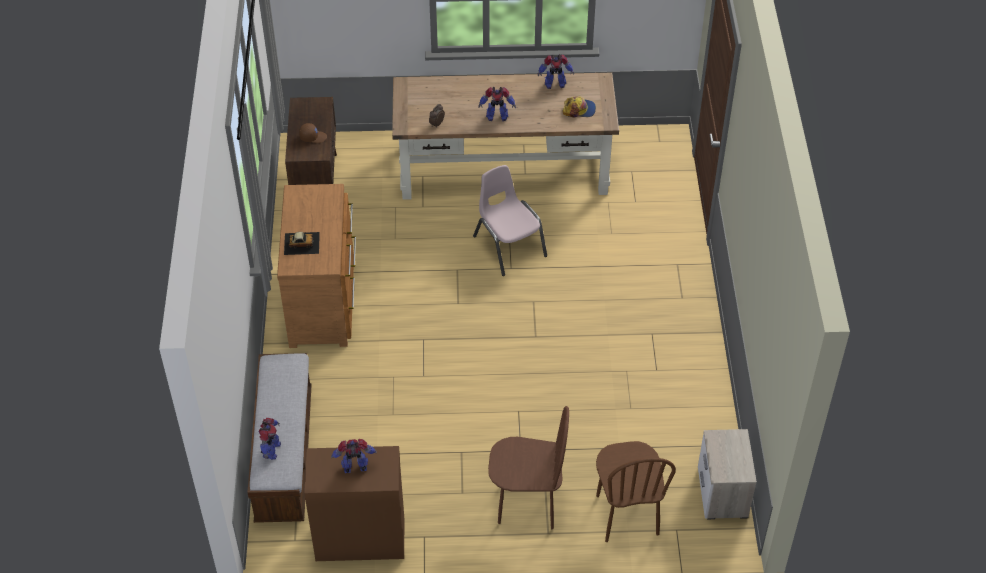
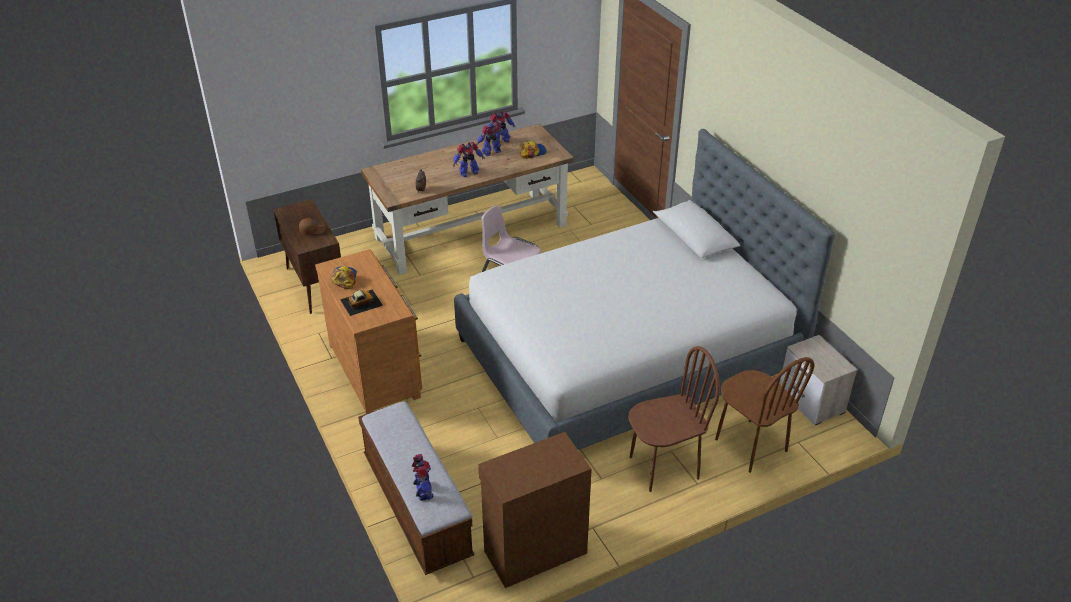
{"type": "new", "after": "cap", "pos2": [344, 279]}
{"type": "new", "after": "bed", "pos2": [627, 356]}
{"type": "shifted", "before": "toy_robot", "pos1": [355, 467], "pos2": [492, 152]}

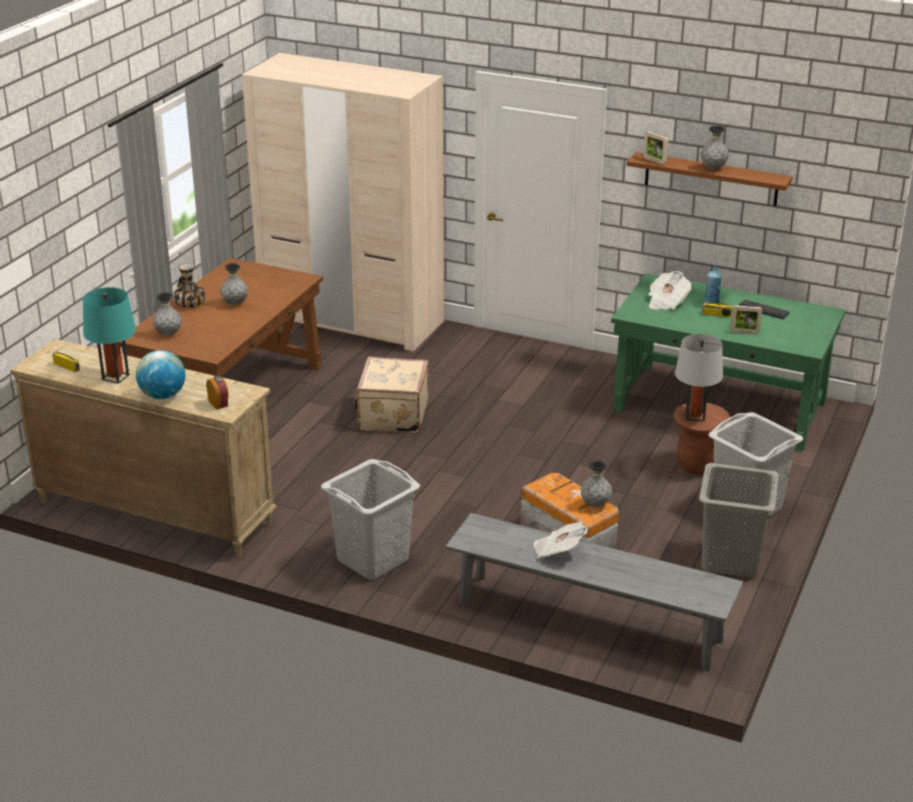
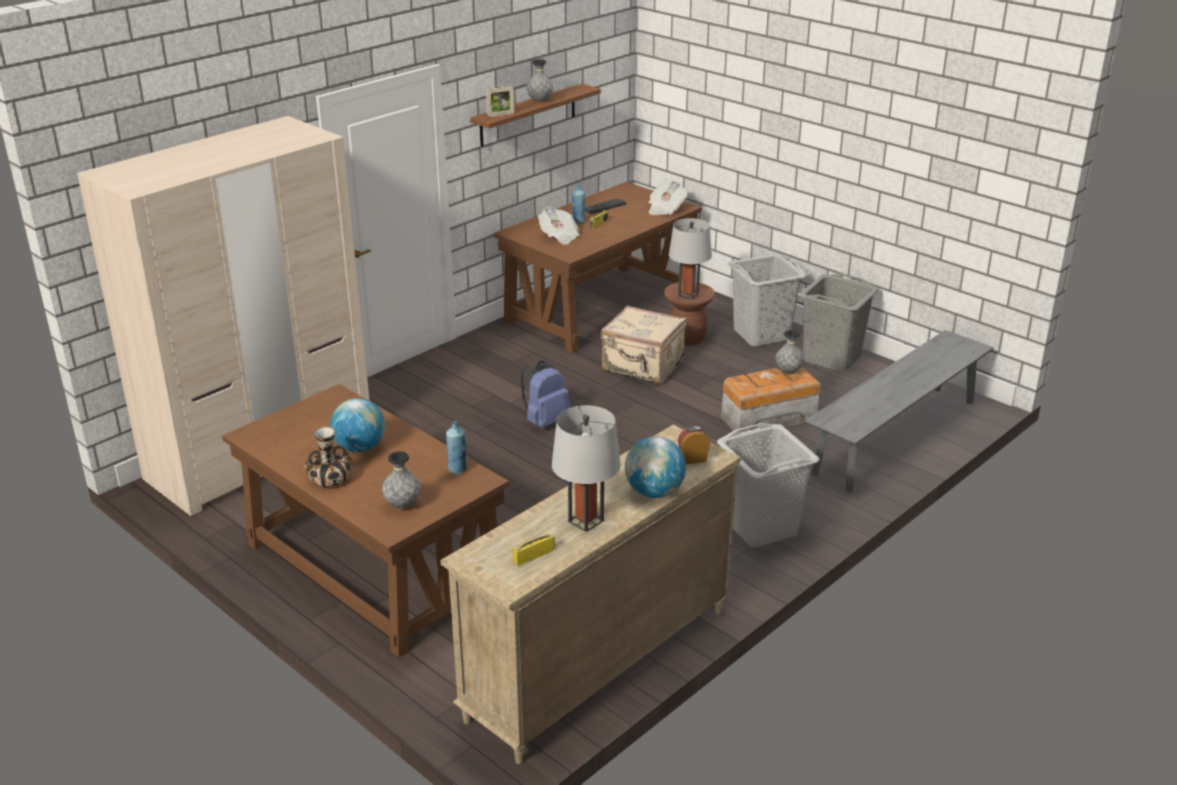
{"type": "gone", "before": "picture_frame", "pos1": [745, 332]}
{"type": "new", "after": "blue_bottle", "pos2": [457, 469]}
{"type": "new", "after": "blue_backpack", "pos2": [545, 421]}
{"type": "shifted", "before": "beige_suitcase", "pos1": [392, 416], "pos2": [643, 366]}
{"type": "shifted", "before": "newspaper", "pos1": [558, 551], "pos2": [665, 209]}
{"type": "swapped", "before": "grey_vase", "after": "globe", "pos1": [235, 303], "pos2": [360, 448]}
{"type": "repainted", "before": "turquoise_table_lamp", "after": "grey_table_lamp", "pos1": [115, 377], "pos2": [586, 521]}
{"type": "repainted", "before": "green_desk", "after": "brown_desk", "pos1": [719, 405], "pos2": [599, 307]}

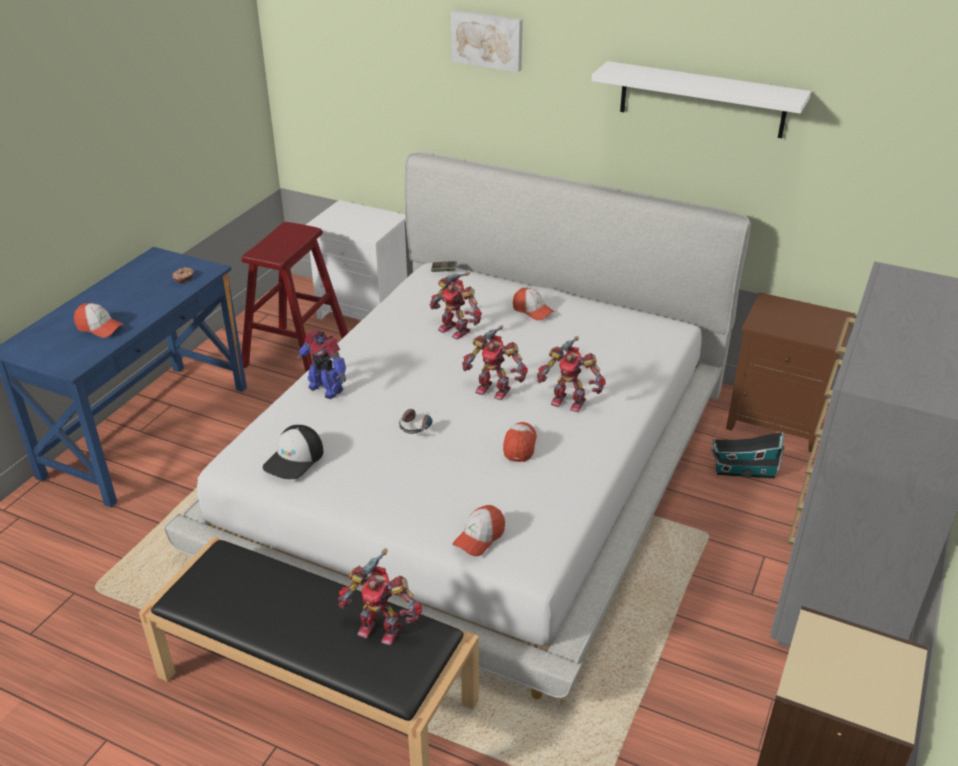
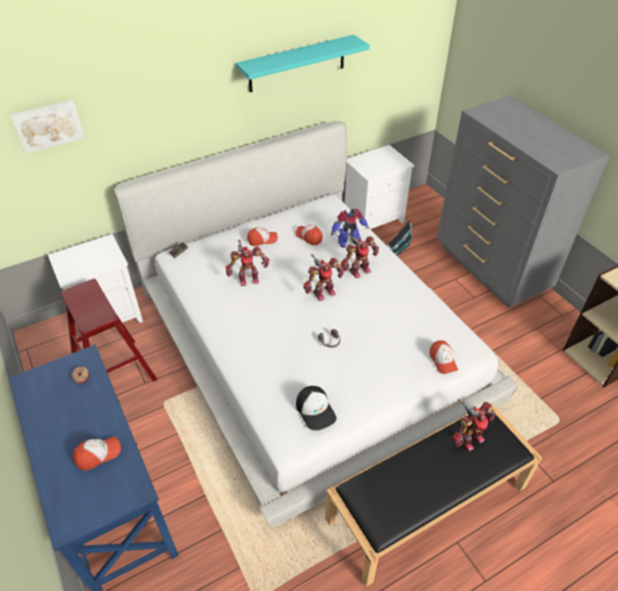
{"type": "shifted", "before": "toy_robot", "pos1": [326, 388], "pos2": [348, 242]}
{"type": "shifted", "before": "picture", "pos1": [487, 40], "pos2": [48, 125]}
{"type": "shifted", "before": "cap", "pos1": [519, 445], "pos2": [309, 237]}
{"type": "repainted", "before": "white_shelf", "after": "turquoise_shelf", "pos1": [702, 100], "pos2": [297, 64]}
{"type": "repainted", "before": "brown_nightstand", "after": "white_nightstand", "pos1": [778, 421], "pos2": [373, 218]}

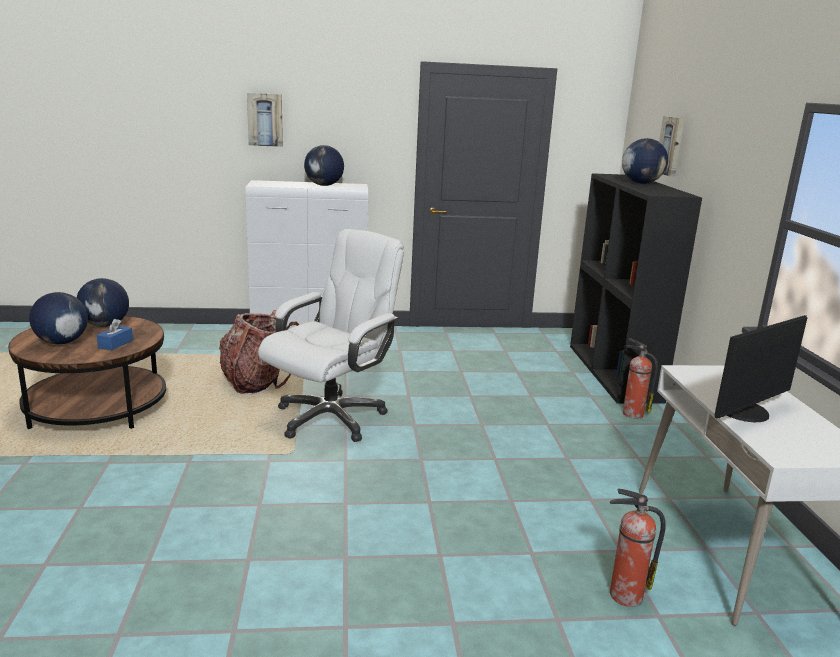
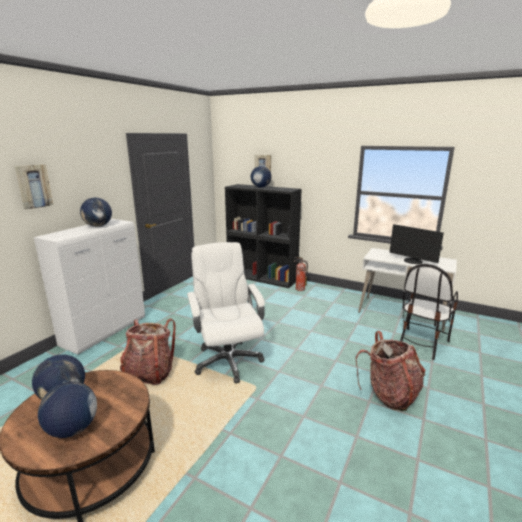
{"type": "gone", "before": "blue_tissue_box", "pos1": [115, 344]}
{"type": "new", "after": "backpack", "pos2": [390, 395]}
{"type": "swapped", "before": "fire_extinguisher", "after": "chair", "pos1": [624, 595], "pos2": [421, 343]}
{"type": "rotated", "before": "monitor", "pos1": [746, 412], "pos2": [412, 261], "turn": 135}

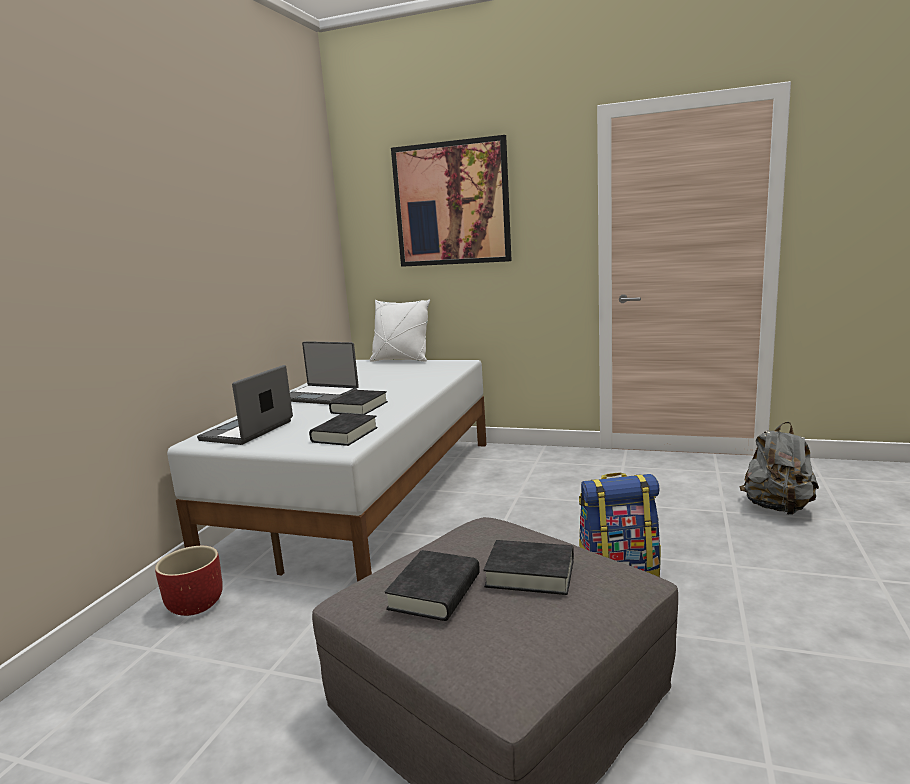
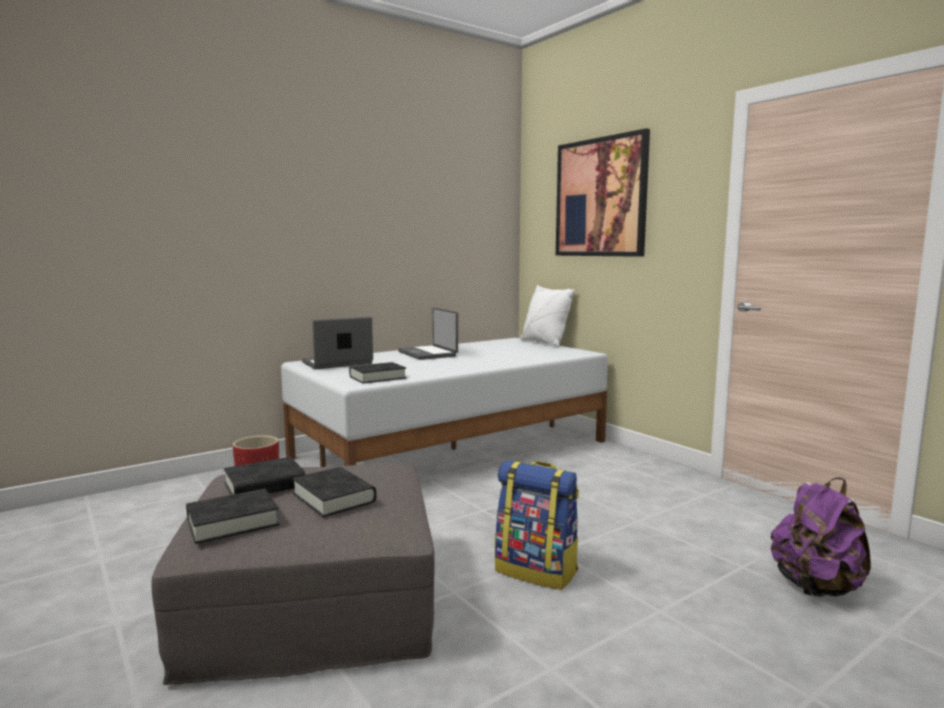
{"type": "shifted", "before": "black_book", "pos1": [359, 407], "pos2": [232, 522]}
{"type": "repainted", "before": "grey_backpack", "after": "purple_backpack", "pos1": [778, 508], "pos2": [816, 587]}

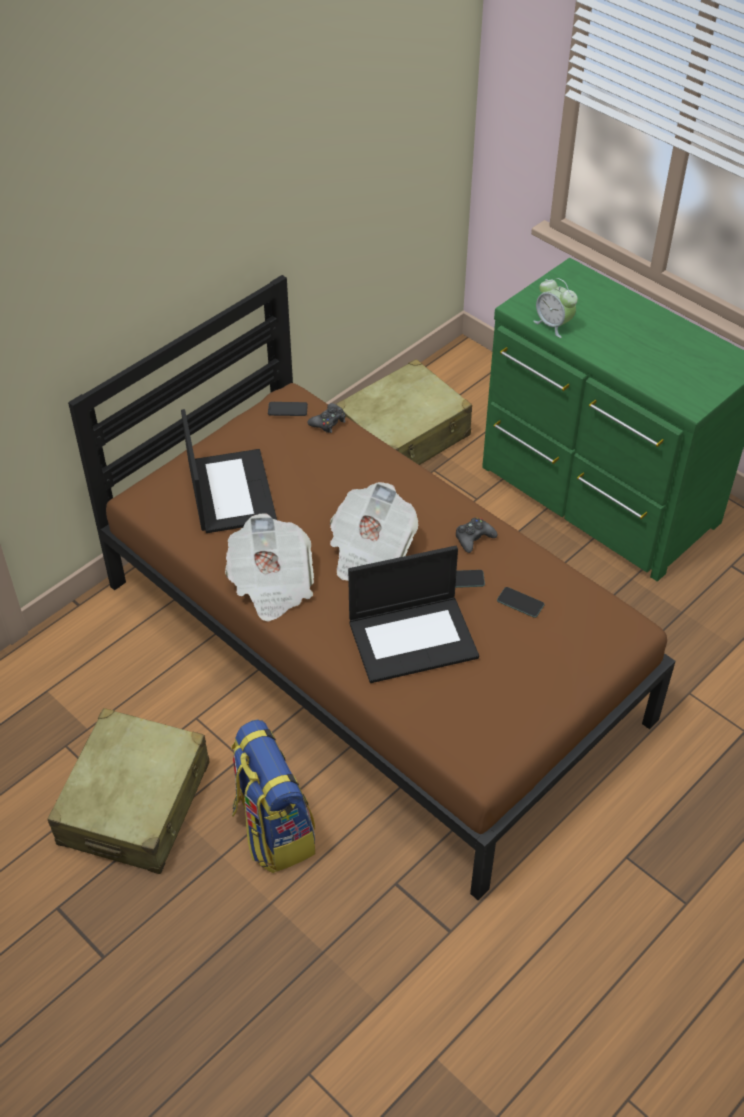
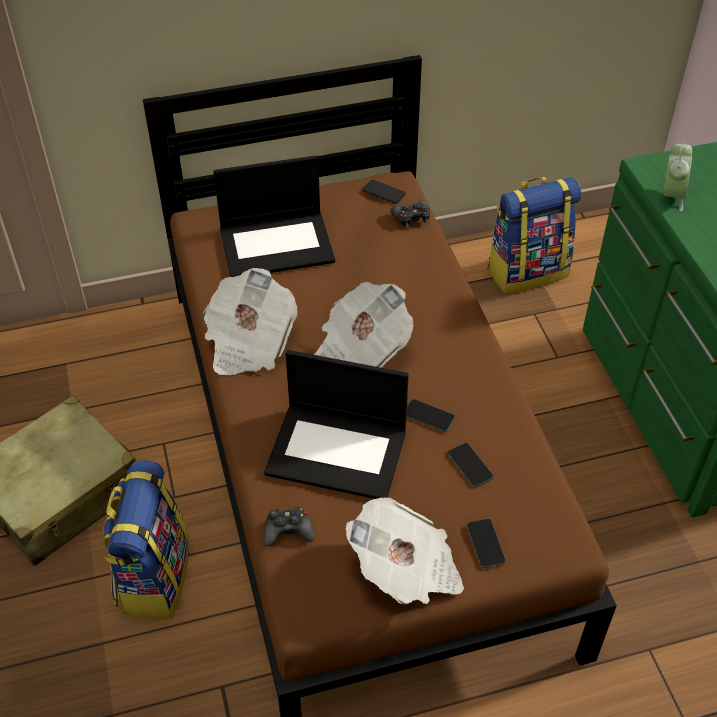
{"type": "new", "after": "newspaper", "pos2": [406, 570]}
{"type": "new", "after": "phone", "pos2": [486, 543]}
{"type": "shifted", "before": "black_game_controller", "pos1": [473, 538], "pos2": [288, 530]}
{"type": "swapped", "before": "beige_suitcase", "after": "backpack", "pos1": [403, 436], "pos2": [527, 271]}
{"type": "rotated", "before": "laptop", "pos1": [230, 491], "pos2": [277, 244], "turn": 60}
{"type": "rotated", "before": "alarm_clock", "pos1": [553, 325], "pos2": [671, 196], "turn": -150}

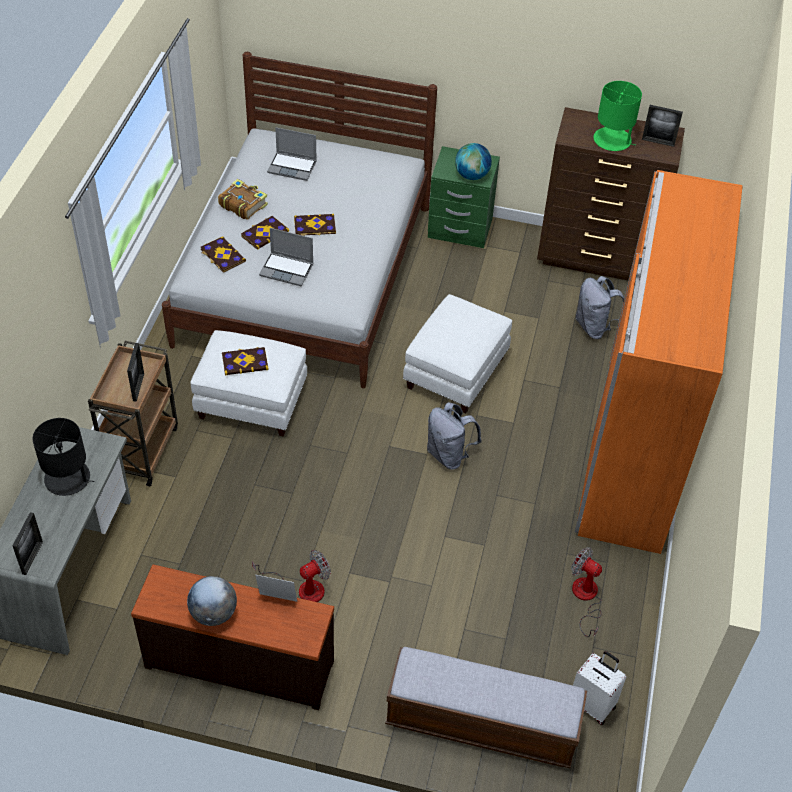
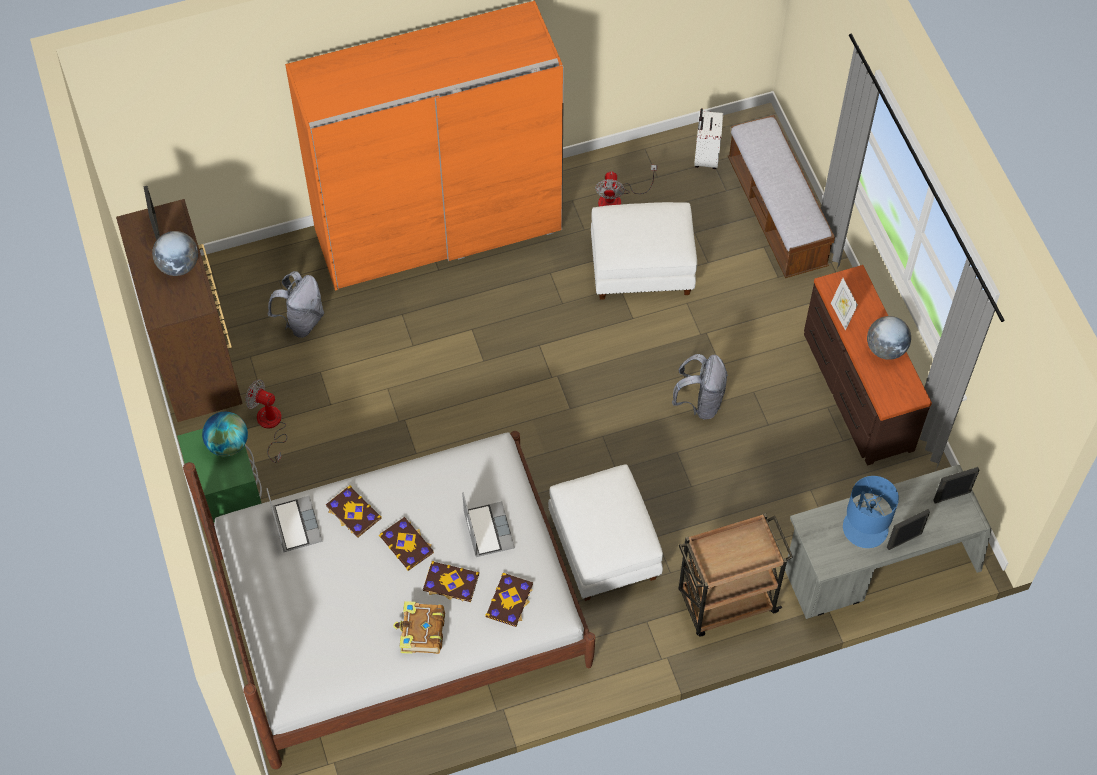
{"type": "shifted", "before": "picture_frame", "pos1": [138, 387], "pos2": [904, 540]}
{"type": "shifted", "before": "book", "pos1": [245, 362], "pos2": [353, 513]}
{"type": "shifted", "before": "fan", "pos1": [302, 589], "pos2": [270, 426]}
{"type": "shifted", "before": "laptop", "pos1": [293, 167], "pos2": [295, 524]}
{"type": "shifted", "before": "white_ottoman", "pos1": [456, 373], "pos2": [642, 267]}
{"type": "shifted", "before": "grey_backpack", "pos1": [449, 455], "pos2": [700, 402]}
{"type": "swapped", "before": "green_table_lamp", "after": "globe", "pos1": [612, 140], "pos2": [179, 265]}
{"type": "repainted", "before": "black_table_lamp", "after": "blue_table_lamp", "pos1": [68, 478], "pos2": [865, 527]}

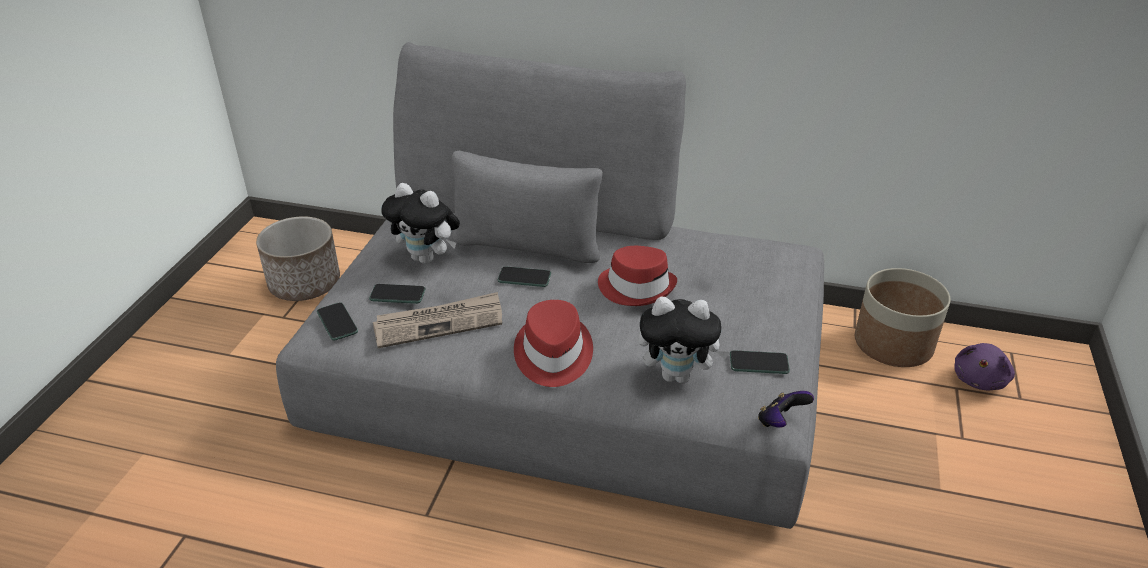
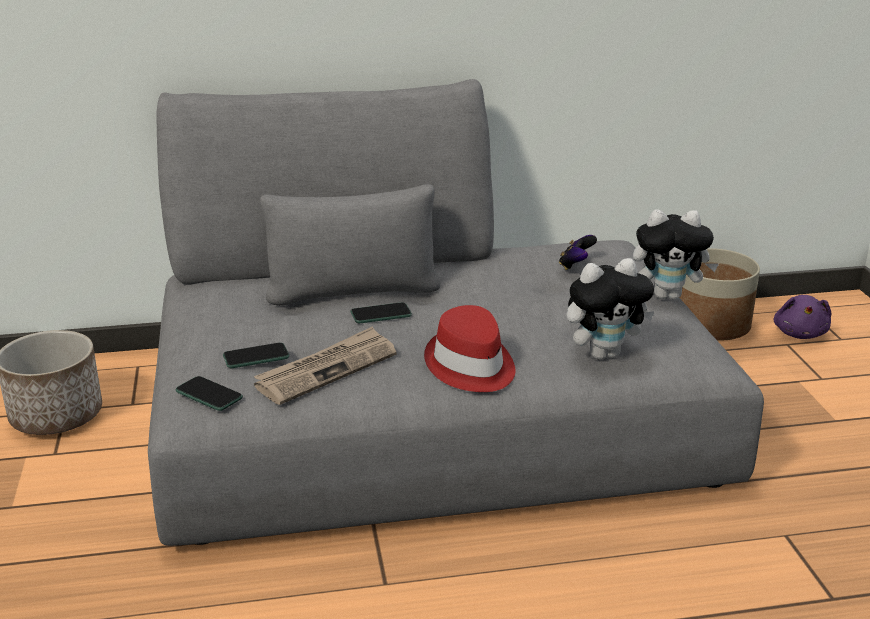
{"type": "gone", "before": "red_hat", "pos1": [636, 287]}
{"type": "gone", "before": "phone", "pos1": [759, 363]}
{"type": "shifted", "before": "plush_toy", "pos1": [427, 258], "pos2": [668, 295]}
{"type": "shifted", "before": "game_controller", "pos1": [780, 422], "pos2": [576, 266]}

